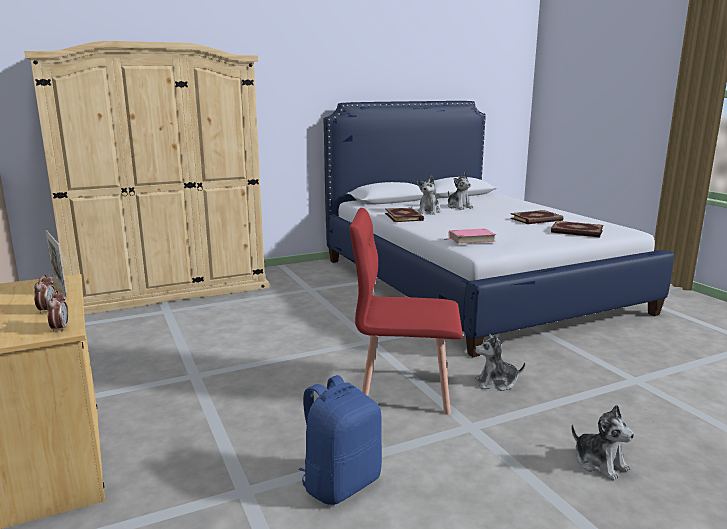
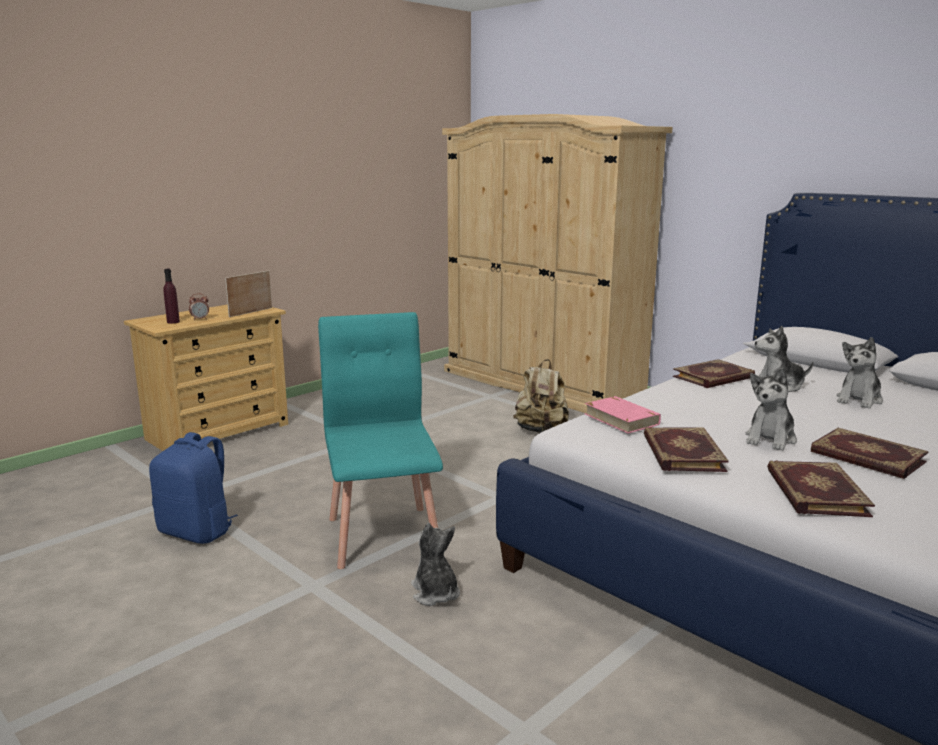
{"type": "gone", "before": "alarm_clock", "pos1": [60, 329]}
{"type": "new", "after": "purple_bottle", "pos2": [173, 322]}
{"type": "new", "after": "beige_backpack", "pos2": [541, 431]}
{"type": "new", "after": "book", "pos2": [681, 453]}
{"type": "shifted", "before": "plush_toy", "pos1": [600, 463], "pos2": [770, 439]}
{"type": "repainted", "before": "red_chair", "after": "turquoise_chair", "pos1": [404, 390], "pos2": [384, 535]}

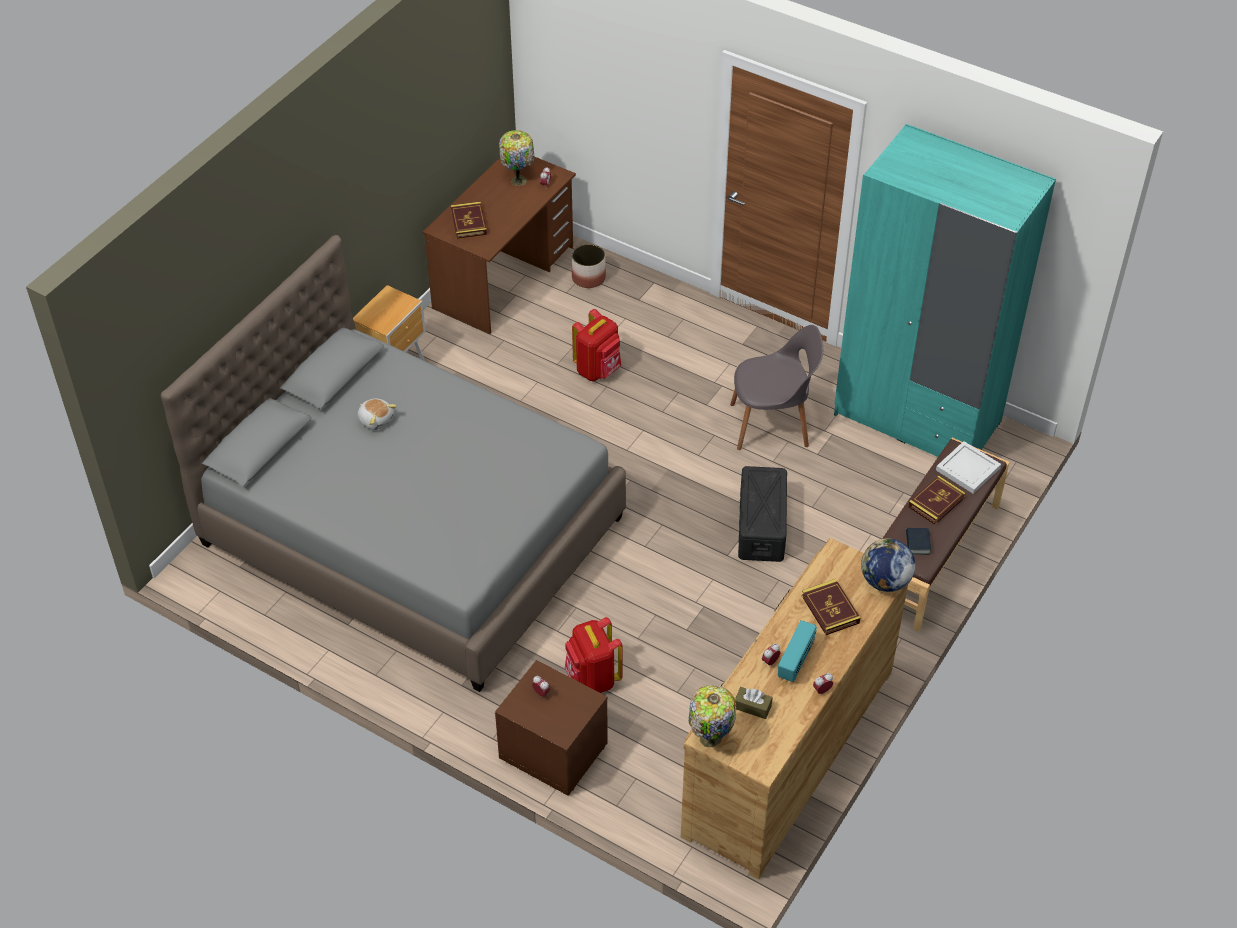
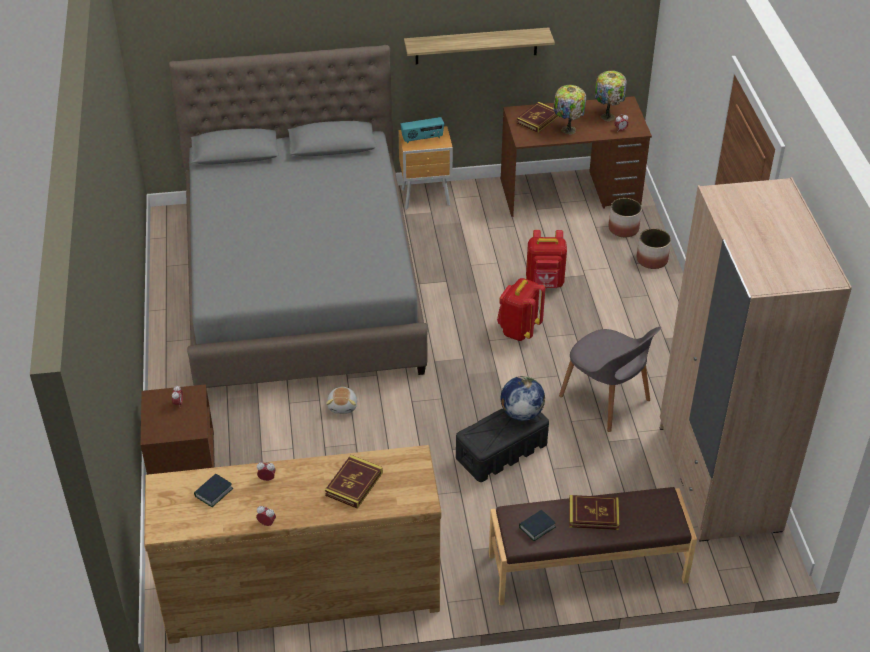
{"type": "gone", "before": "white_tray", "pos1": [967, 468]}
{"type": "new", "after": "shelf", "pos2": [476, 46]}
{"type": "new", "after": "planter", "pos2": [651, 259]}
{"type": "shifted", "before": "plush_toy", "pos1": [376, 419], "pos2": [343, 406]}
{"type": "shifted", "before": "red_backpack", "pos1": [593, 678], "pos2": [518, 330]}
{"type": "shifted", "before": "table_lamp", "pos1": [709, 740], "pos2": [567, 130]}
{"type": "shifted", "before": "radio", "pos1": [796, 661], "pos2": [422, 138]}
{"type": "shifted", "before": "globe", "pos1": [885, 581], "pos2": [521, 413]}
{"type": "swapped", "before": "brown_tissue_box", "after": "book", "pos1": [752, 707], "pos2": [213, 492]}
{"type": "repainted", "before": "turquoise_wardrobe", "after": "beige_wardrobe", "pos1": [917, 418], "pos2": [718, 478]}

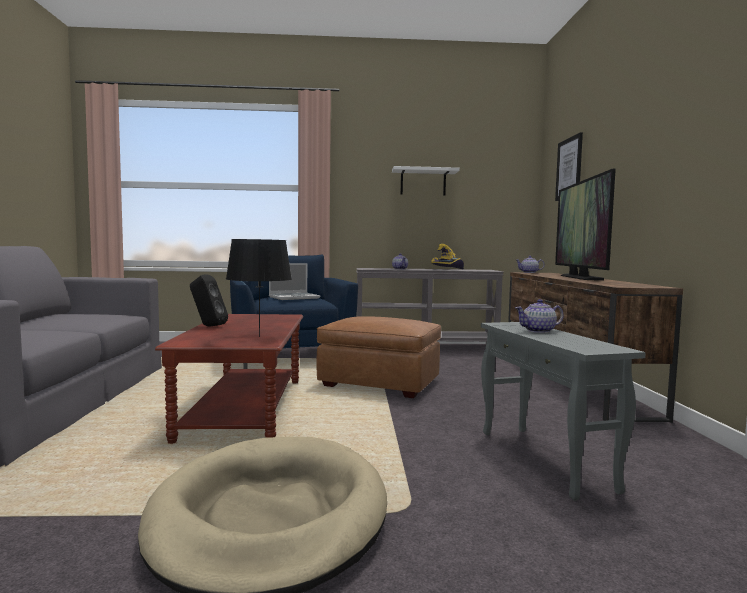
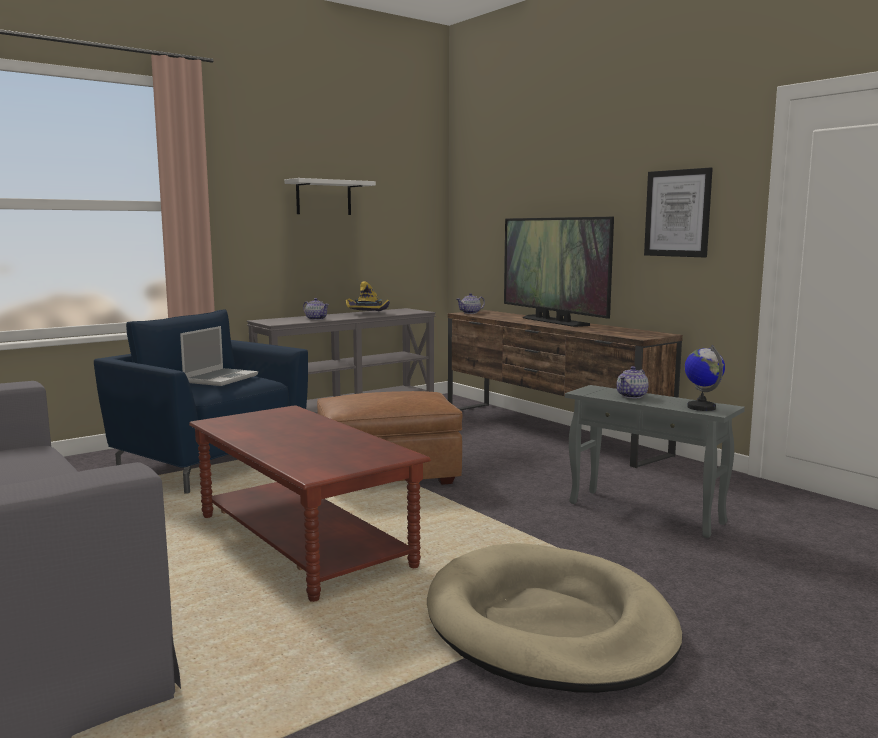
{"type": "gone", "before": "black_speaker", "pos1": [207, 326]}
{"type": "gone", "before": "black_table_lamp", "pos1": [259, 336]}
{"type": "new", "after": "globe", "pos2": [701, 407]}
{"type": "shifted", "before": "picture", "pos1": [569, 168], "pos2": [677, 213]}

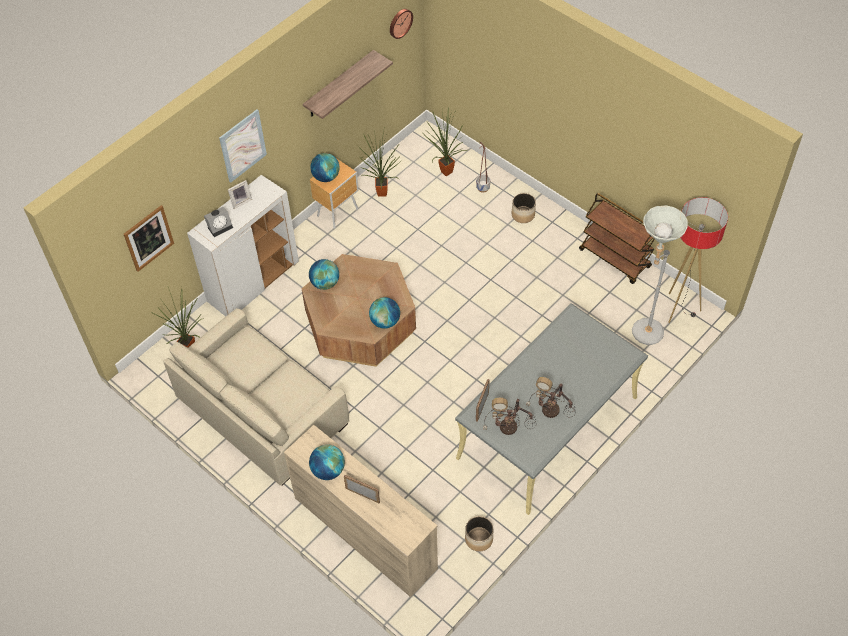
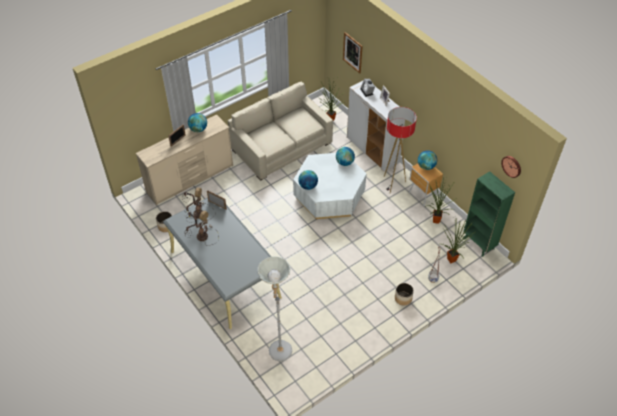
{"type": "gone", "before": "picture", "pos1": [242, 145]}
{"type": "gone", "before": "shelf", "pos1": [339, 85]}
{"type": "gone", "before": "brown_cart", "pos1": [615, 258]}
{"type": "new", "after": "green_bookcase", "pos2": [479, 244]}
{"type": "shifted", "before": "floor_lamp", "pos1": [679, 309], "pos2": [393, 184]}
{"type": "repainted", "before": "brown_coffee_table", "after": "white_coffee_table", "pos1": [360, 324], "pos2": [329, 195]}

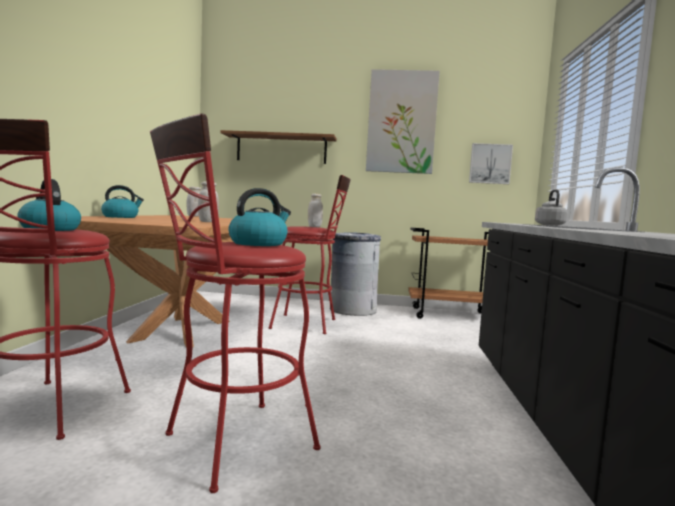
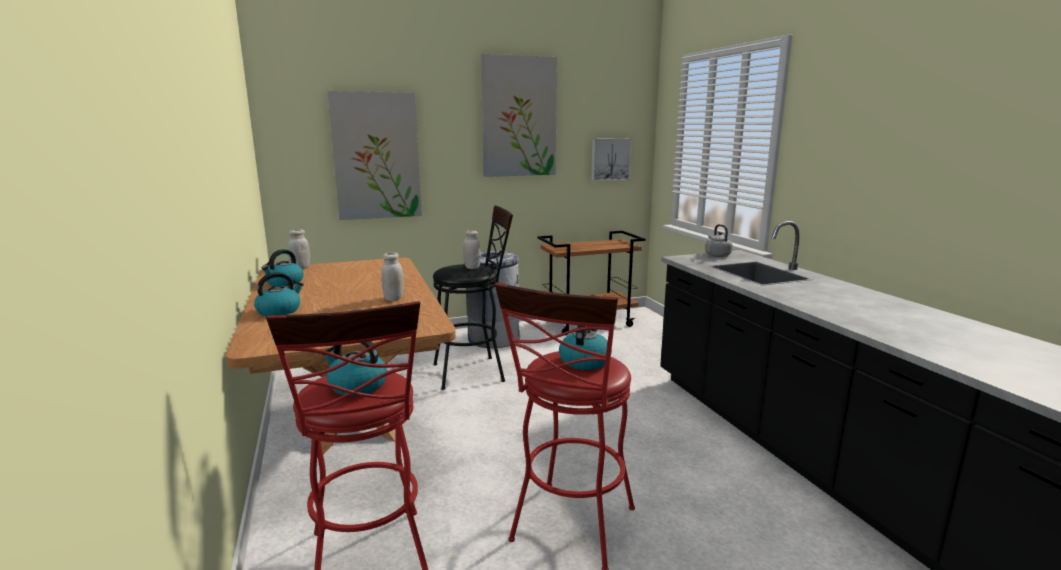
{"type": "new", "after": "kettle", "pos2": [284, 283]}
{"type": "swapped", "before": "brown_shelf", "after": "picture", "pos1": [281, 149], "pos2": [376, 156]}
{"type": "repainted", "before": "red_stool", "after": "black_stool", "pos1": [310, 324], "pos2": [475, 371]}

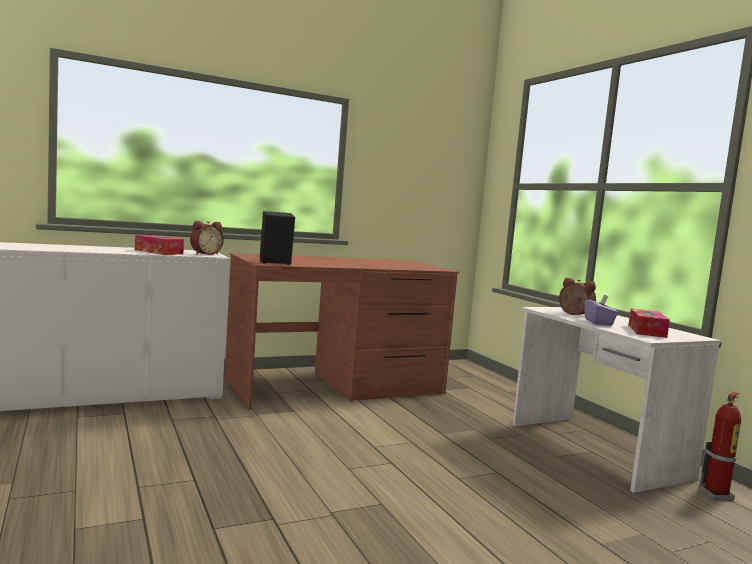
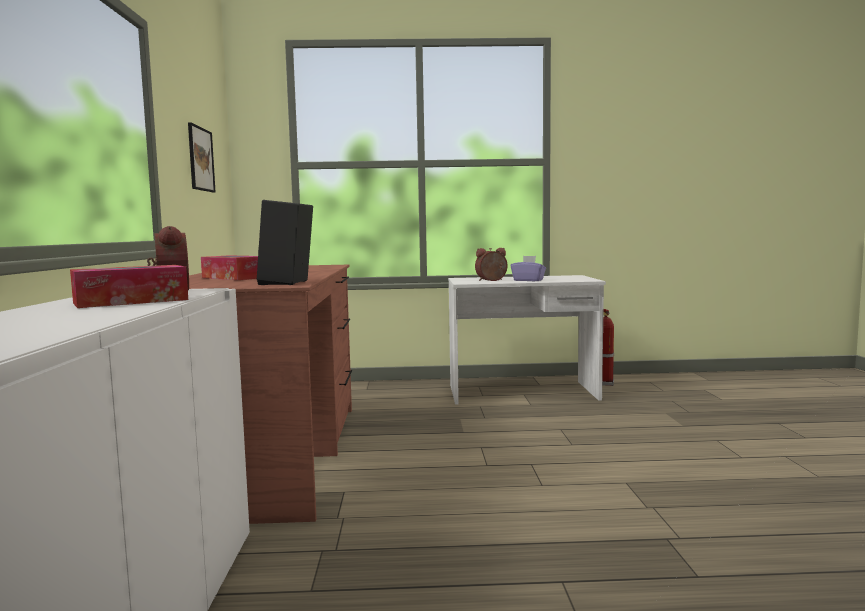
{"type": "new", "after": "picture", "pos2": [200, 159]}
{"type": "shifted", "before": "tissue_box", "pos1": [646, 331], "pos2": [233, 277]}

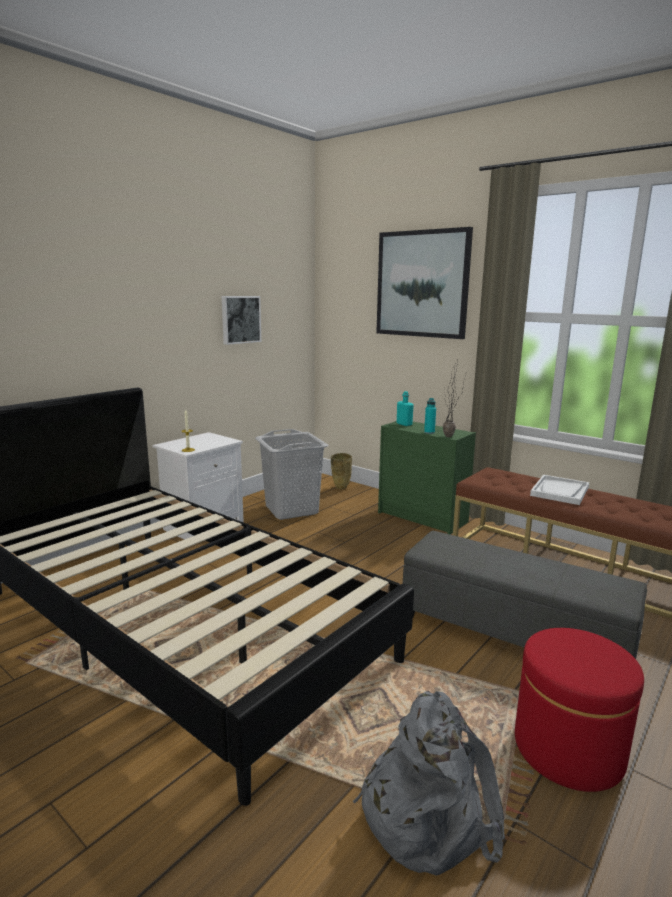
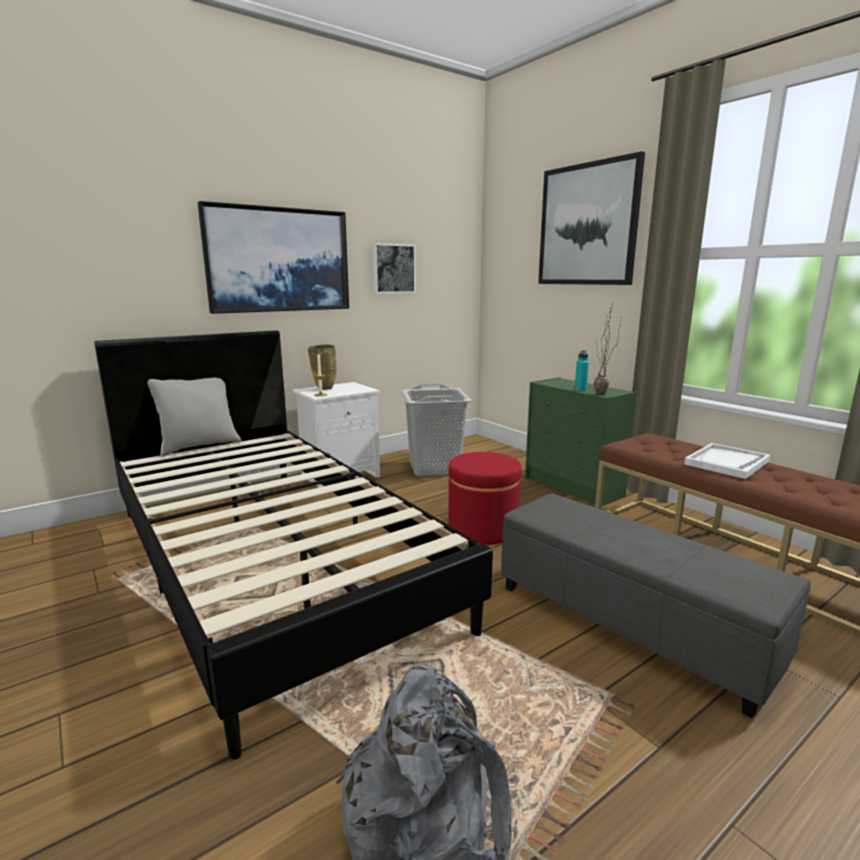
{"type": "gone", "before": "turquoise_bottle", "pos1": [404, 424]}
{"type": "new", "after": "grey_pillow", "pos2": [199, 446]}
{"type": "new", "after": "picture", "pos2": [279, 260]}
{"type": "shifted", "before": "beige_vase", "pos1": [340, 488], "pos2": [323, 389]}
{"type": "shifted", "before": "red_ottoman", "pos1": [568, 749], "pos2": [483, 529]}

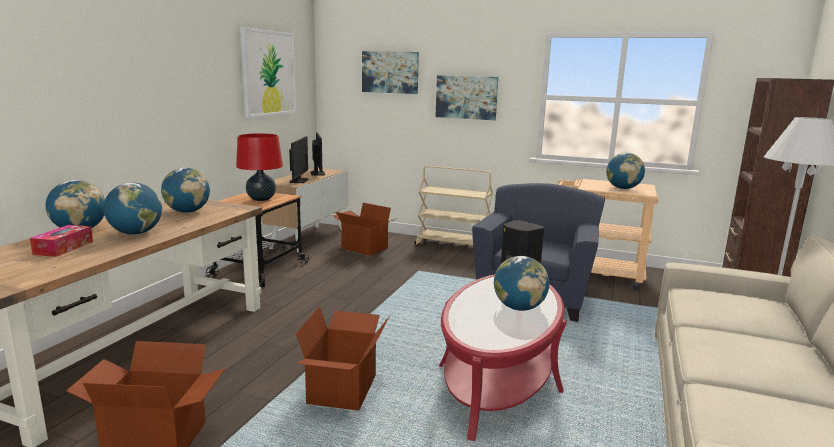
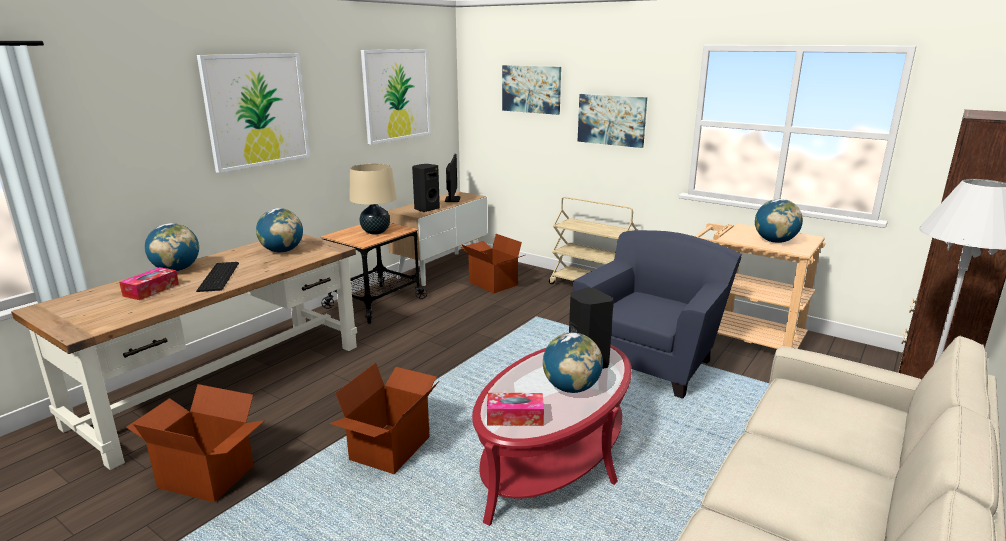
{"type": "new", "after": "picture", "pos2": [257, 110]}
{"type": "new", "after": "tissue_box", "pos2": [515, 417]}
{"type": "swapped", "before": "globe", "after": "keyboard", "pos1": [136, 233], "pos2": [220, 276]}
{"type": "swapped", "before": "monitor", "after": "black_speaker", "pos1": [298, 181], "pos2": [426, 209]}
{"type": "repainted", "before": "red_table_lamp", "after": "beige_table_lamp", "pos1": [261, 199], "pos2": [375, 232]}

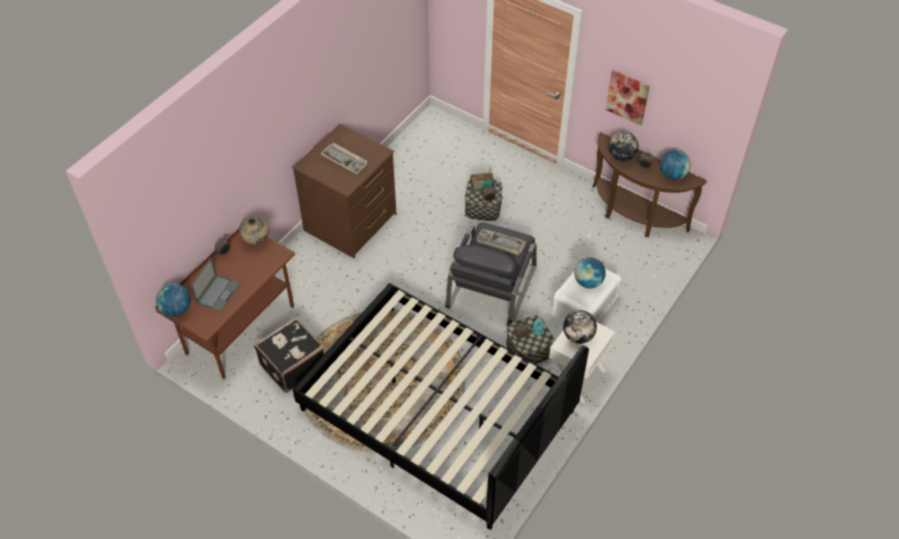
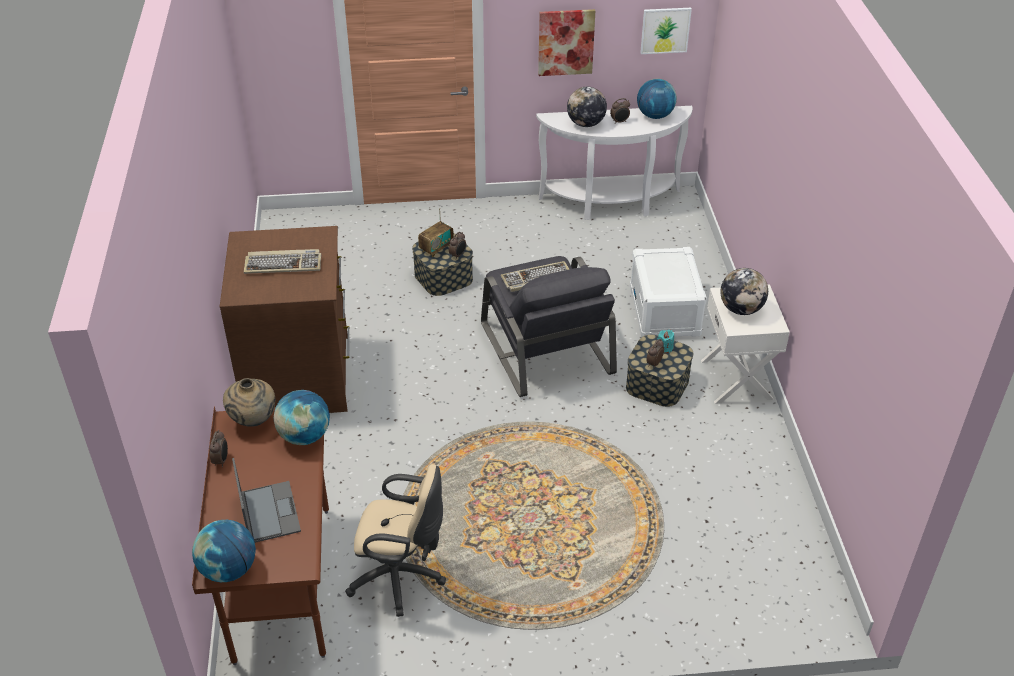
{"type": "gone", "before": "black_bed", "pos1": [437, 411]}
{"type": "new", "after": "picture", "pos2": [665, 30]}
{"type": "shifted", "before": "globe", "pos1": [588, 282], "pos2": [304, 436]}
{"type": "swapped", "before": "black_suitcase", "after": "beige_office_chair", "pos1": [292, 365], "pos2": [401, 577]}
{"type": "repainted", "before": "brown_console_table", "after": "white_console_table", "pos1": [634, 216], "pos2": [612, 204]}

